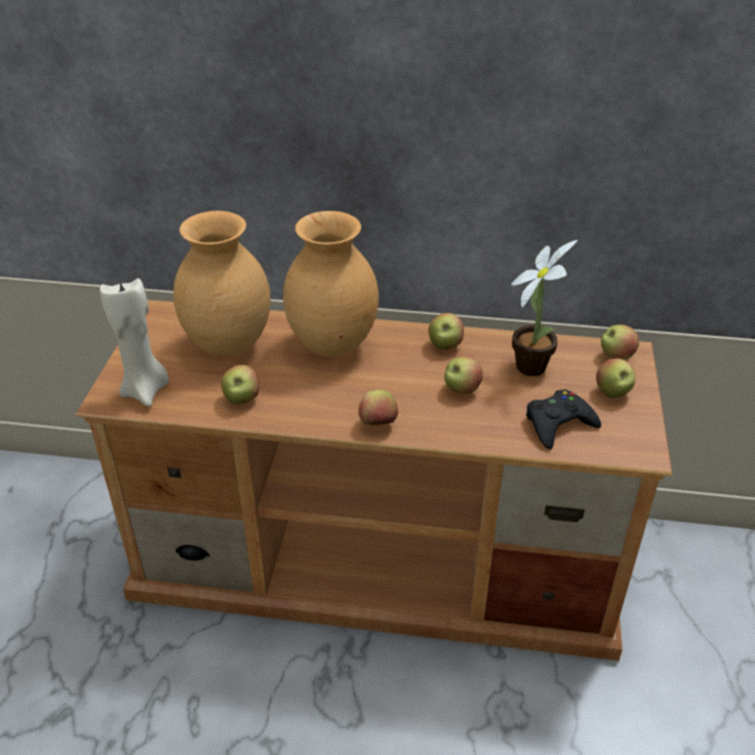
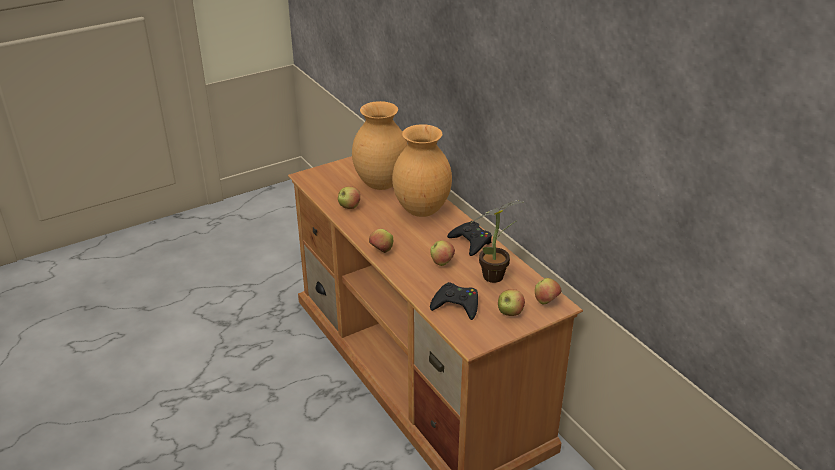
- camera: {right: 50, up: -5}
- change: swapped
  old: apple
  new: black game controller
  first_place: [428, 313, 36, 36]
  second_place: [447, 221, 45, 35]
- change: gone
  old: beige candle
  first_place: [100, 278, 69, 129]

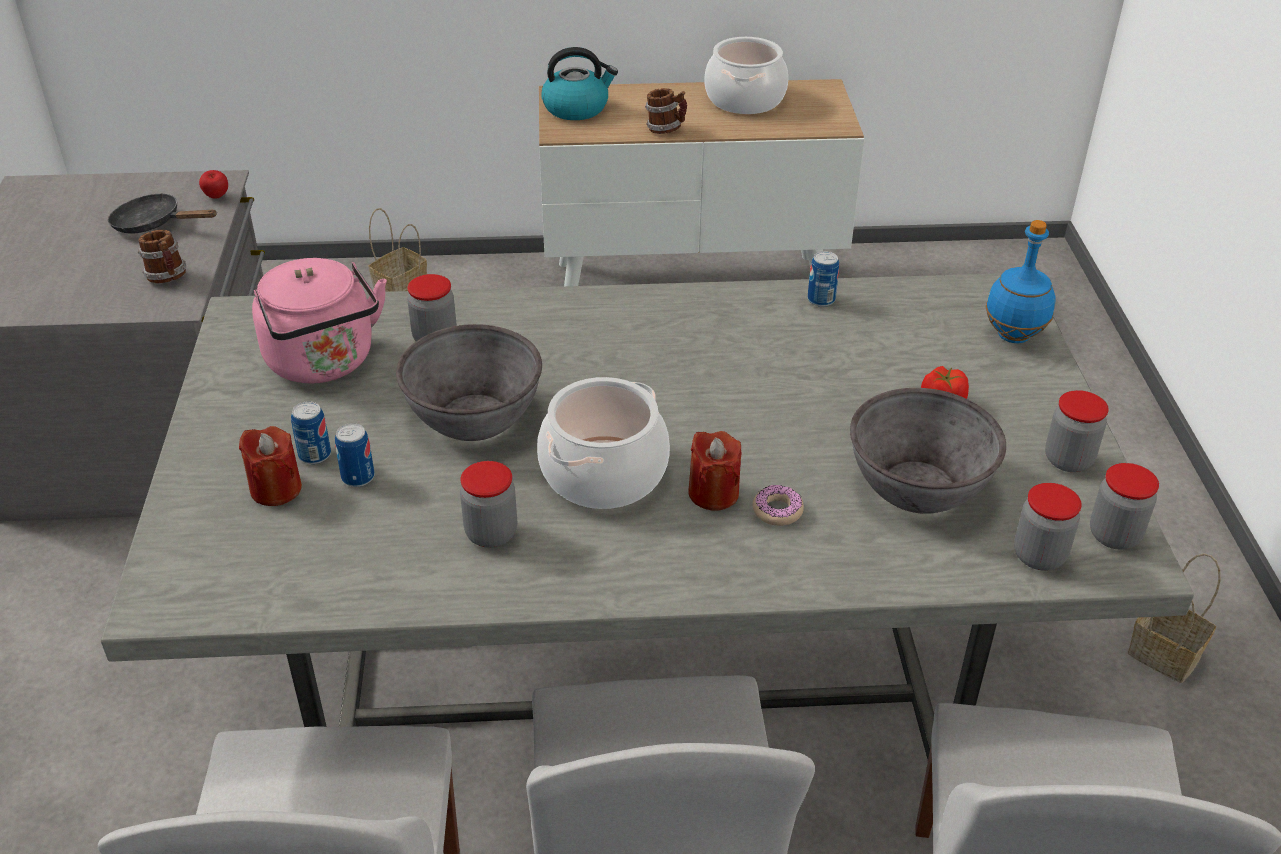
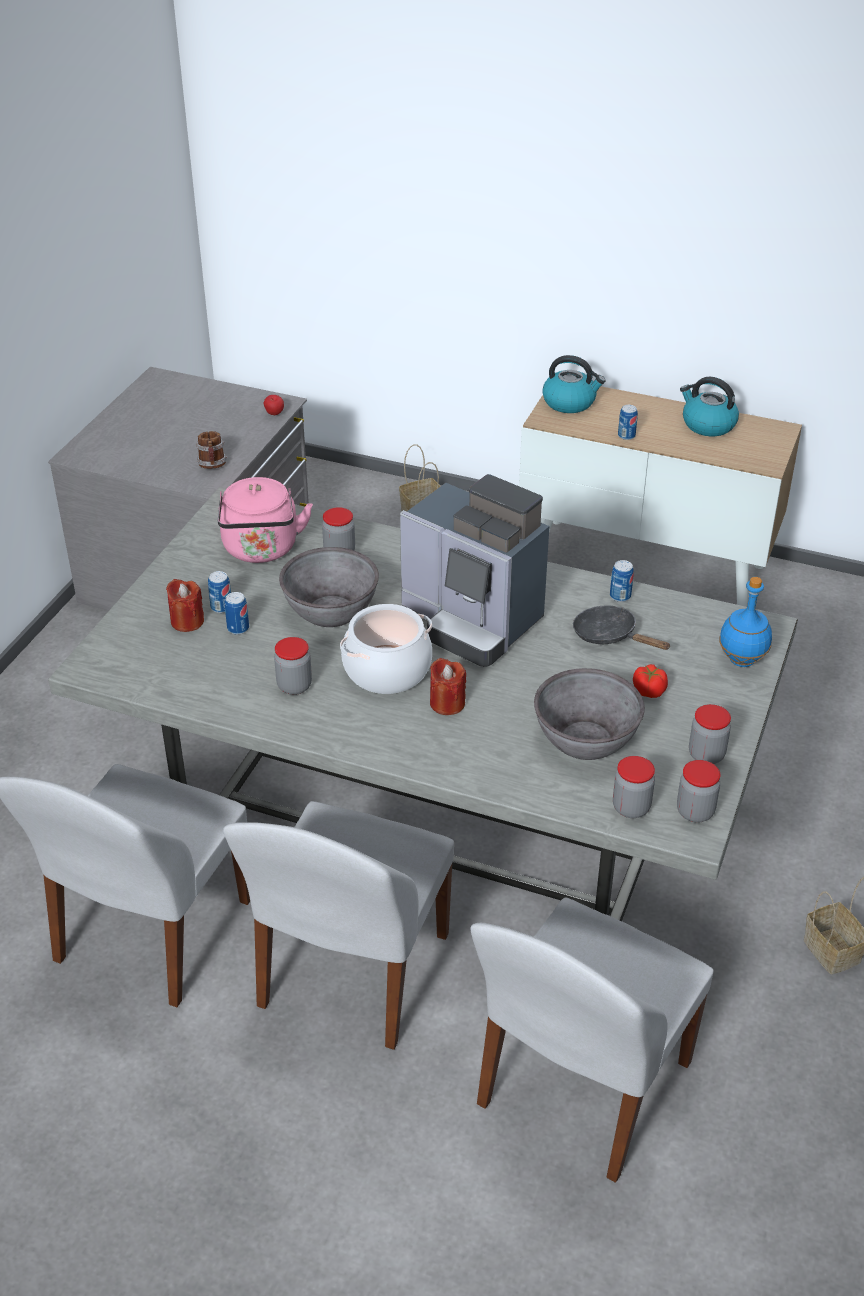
- camera: {right: 25, up: 0}
- change: new
  new: coffee machine
  second_place: [400, 474, 149, 193]
- change: shifted
  old: black frying pan
  first_place: [108, 193, 109, 41]
  second_place: [573, 605, 98, 45]
- change: swapped
  old: mug
  new: can
  first_place: [645, 88, 42, 46]
  second_place: [618, 405, 20, 35]
- change: swapped
  old: cooking pot
  new: kettle
  first_place: [704, 37, 84, 77]
  second_place: [680, 377, 59, 59]
- change: gone
  old: donut
  first_place: [752, 485, 52, 41]

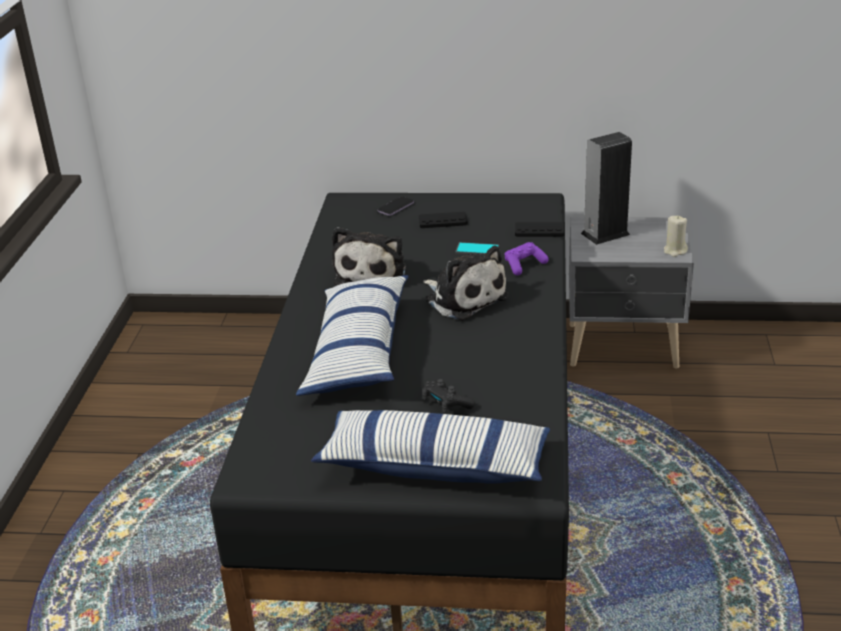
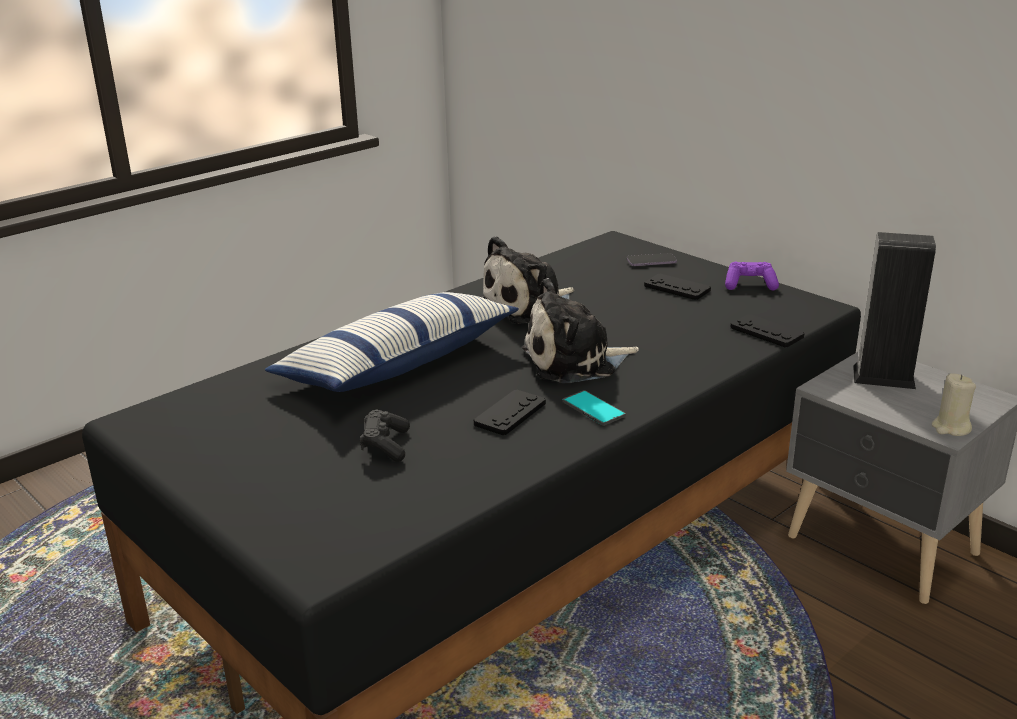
- camera: {right: 40, up: -5}
- change: new
  new: black game controller
  second_place: [474, 390, 72, 45]
- change: rotated
  old: plush toy
  first_place: [423, 246, 86, 74]
  second_place: [522, 278, 117, 105]
  degrees: 75
- change: shifted
  old: phone
  first_place: [455, 242, 44, 13]
  second_place: [562, 390, 64, 36]
- change: shifted
  old: purple game controller
  first_place: [504, 242, 45, 33]
  second_place: [725, 262, 54, 29]
- change: gone
  old: pillow
  first_place: [311, 410, 239, 73]

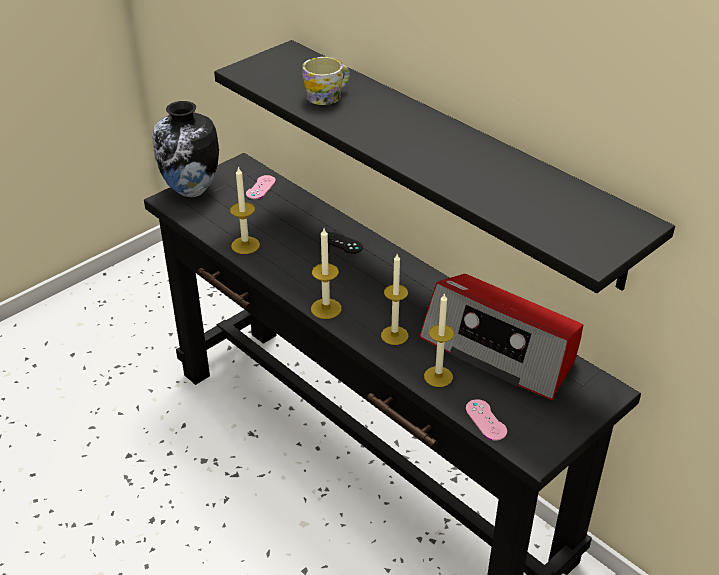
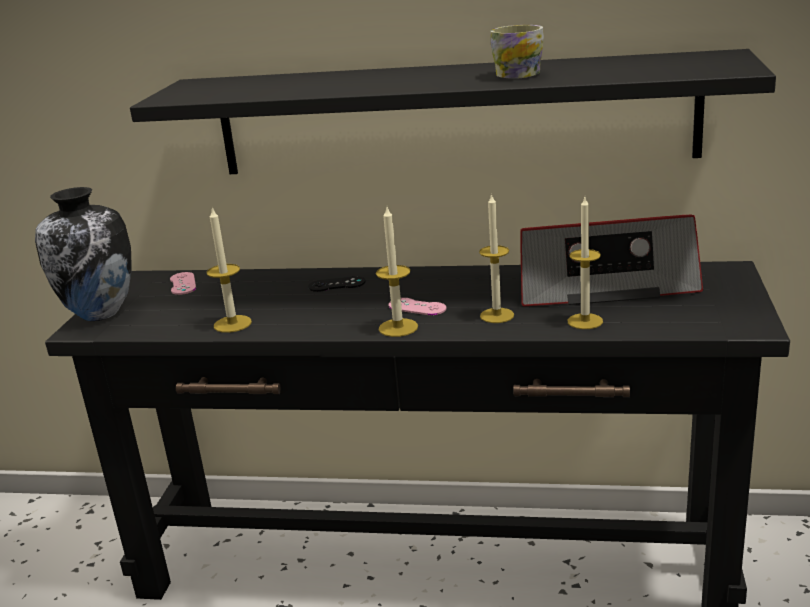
- camera: {right: -35, up: -15}
- change: shifted
  old: pink game controller
  first_place: [466, 399, 41, 42]
  second_place: [388, 298, 58, 17]
- change: shifted
  old: mug
  first_place: [302, 57, 48, 48]
  second_place: [490, 25, 54, 54]

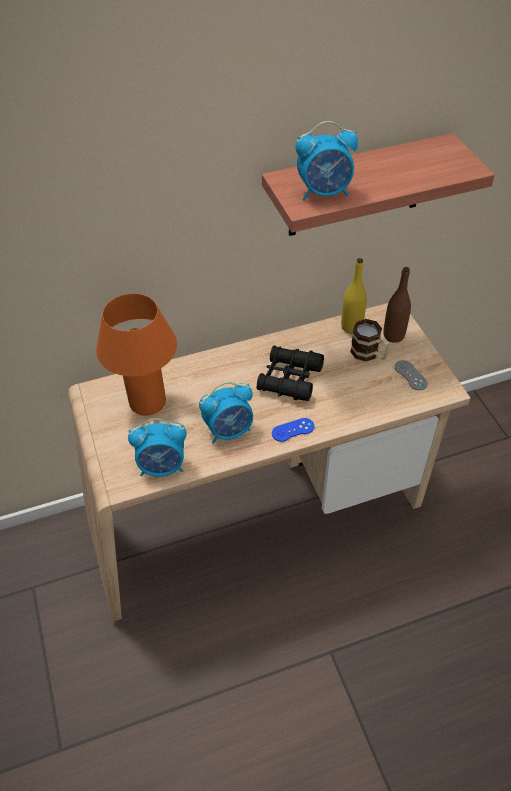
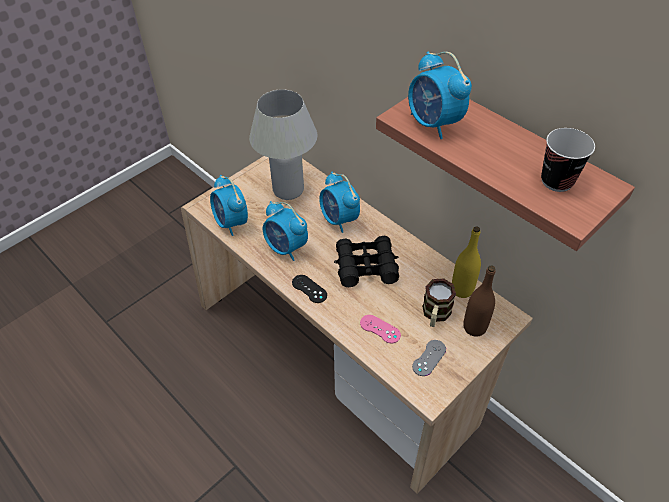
- camera: {right: 65, up: 0}
- change: repainted
  old: orange table lamp
  new: white table lamp
  first_place: [96, 293, 81, 123]
  second_place: [249, 89, 68, 111]
- change: repainted
  old: blue game controller
  new: black game controller
  first_place: [272, 418, 43, 24]
  second_place: [292, 275, 35, 28]
- change: new
  new: alarm clock
  second_place: [319, 172, 41, 61]
- change: new
  new: pink game controller
  second_place: [360, 315, 41, 29]
- change: new
  new: cup
  second_place: [541, 128, 54, 64]

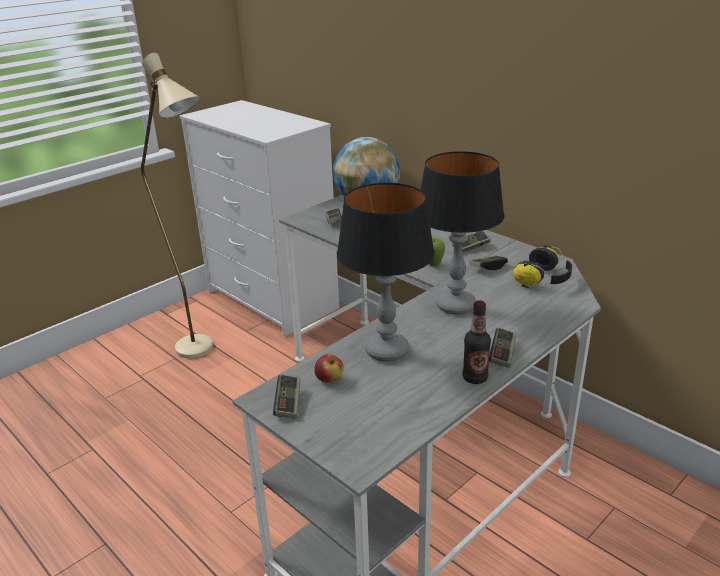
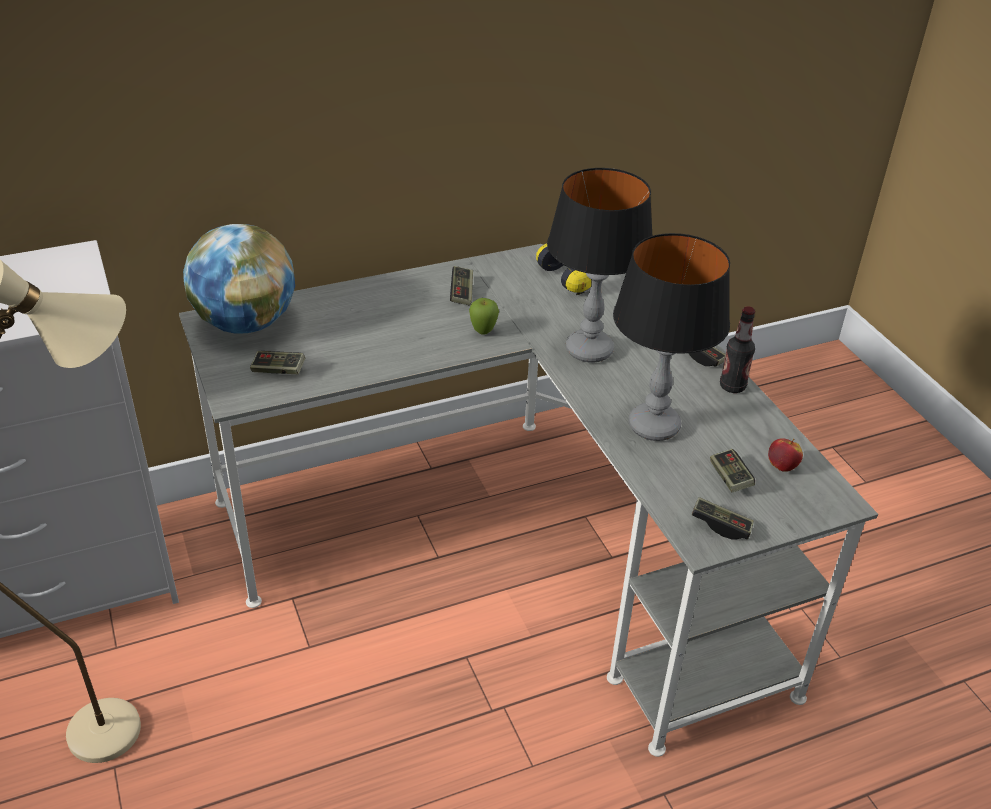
- camera: {right: -70, up: 10}
- change: shifted
  old: game controller
  first_place: [469, 256, 39, 14]
  second_place: [710, 449, 45, 43]
- change: shifted
  old: apple
  first_place: [315, 354, 29, 29]
  second_place: [768, 438, 35, 34]

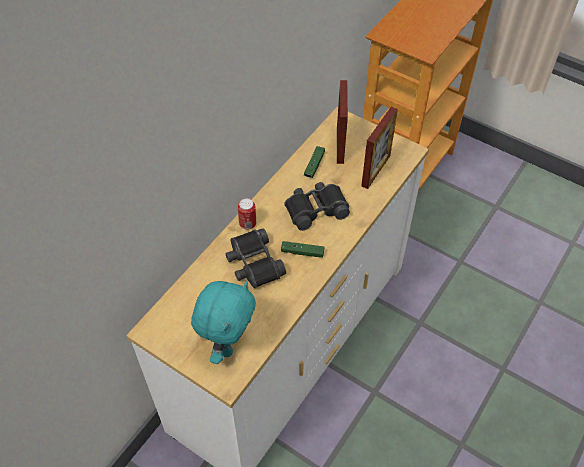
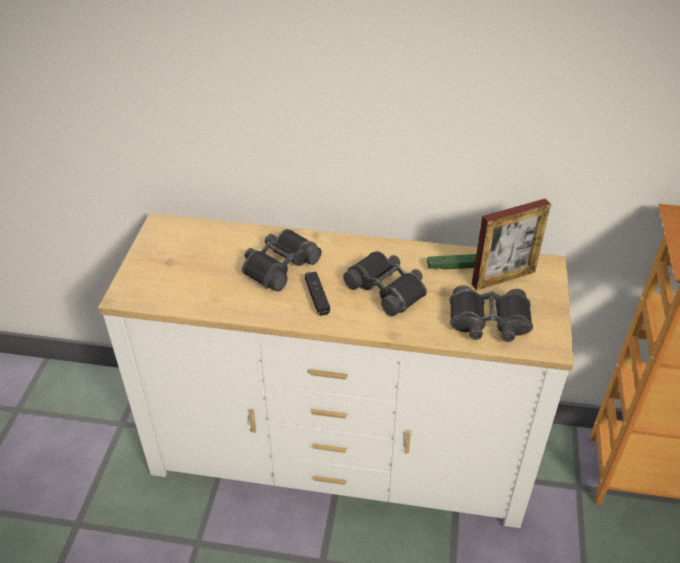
- camera: {right: 65, up: -10}
- change: repainted
  old: green game controller
  new: black game controller
  first_place: [281, 241, 43, 17]
  second_place: [305, 272, 25, 44]
- change: swapped
  old: picture frame
  new: black binoculars
  first_place: [361, 107, 37, 82]
  second_place: [449, 285, 84, 57]
- change: gone
  old: turquoise plush toy
  first_place: [191, 281, 65, 83]
- change: gone
  old: can
  first_place: [238, 198, 18, 32]

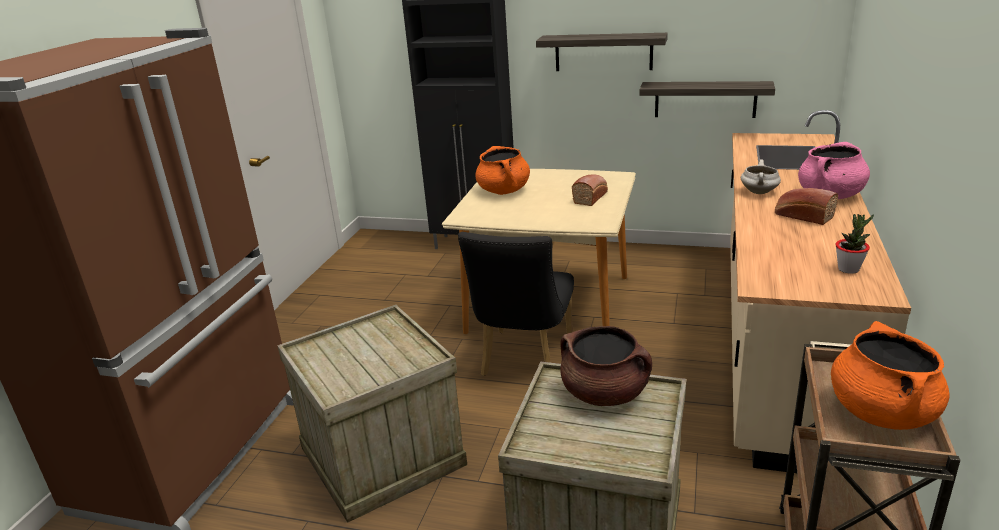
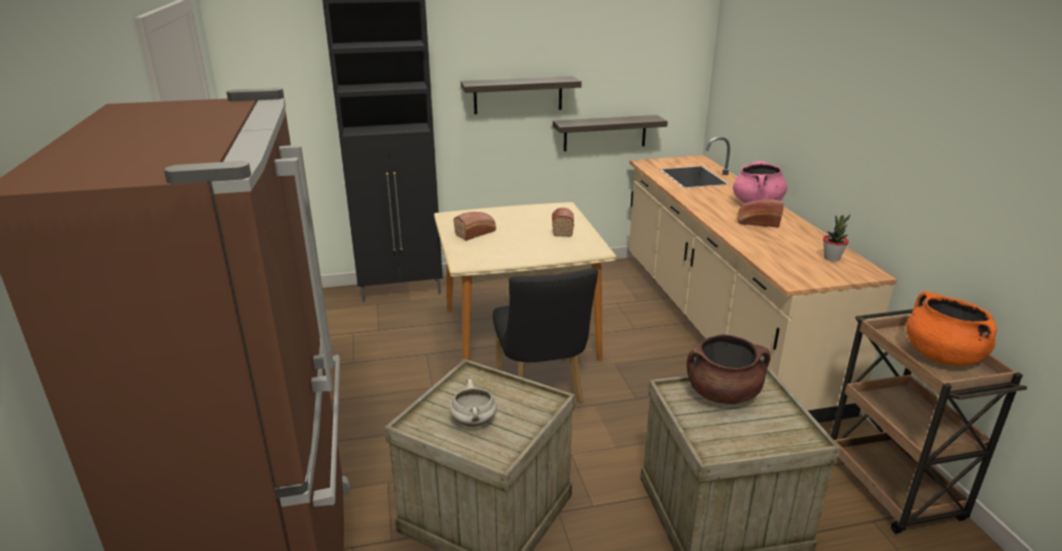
- camera: {right: -30, up: 0}
- change: shifted
  old: white cooking pot
  first_place: [741, 159, 40, 35]
  second_place: [449, 379, 48, 48]
- change: swapped
  old: orange cooking pot
  new: bread
  first_place: [475, 146, 55, 49]
  second_place: [454, 212, 42, 29]

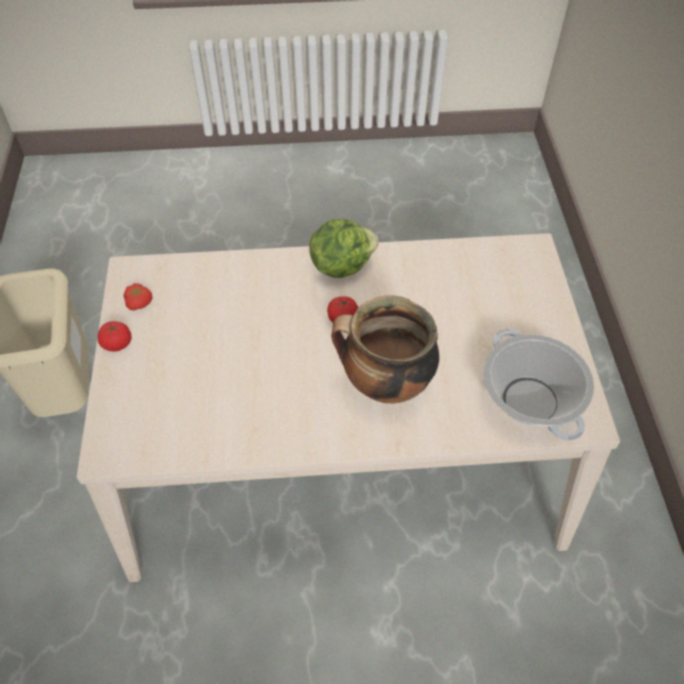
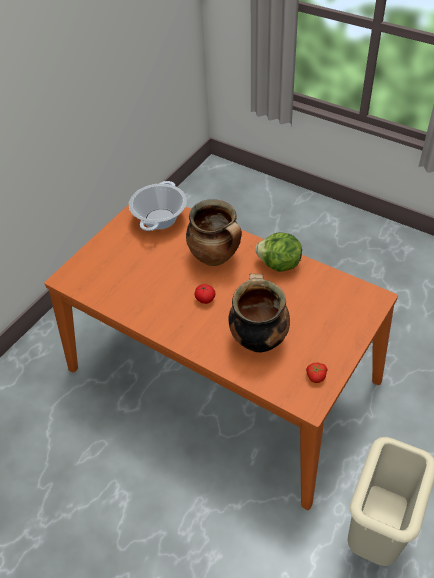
- camera: {right: -140, up: -5}
- change: repainted
  old: beige dining table
  new: orange dining table
  first_place: [77, 233, 543, 349]
  second_place: [44, 204, 354, 306]
- change: new
  new: cooking pot
  second_place: [228, 273, 62, 80]
- change: shifted
  old: lettuce
  first_place: [309, 219, 70, 59]
  second_place: [255, 232, 47, 40]
- change: gone
  old: tomato
  first_place: [98, 321, 33, 31]

